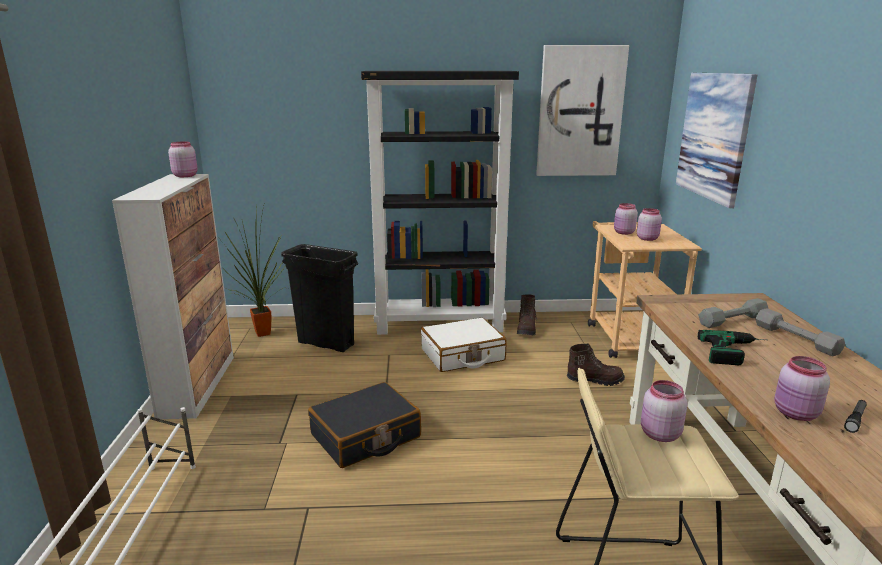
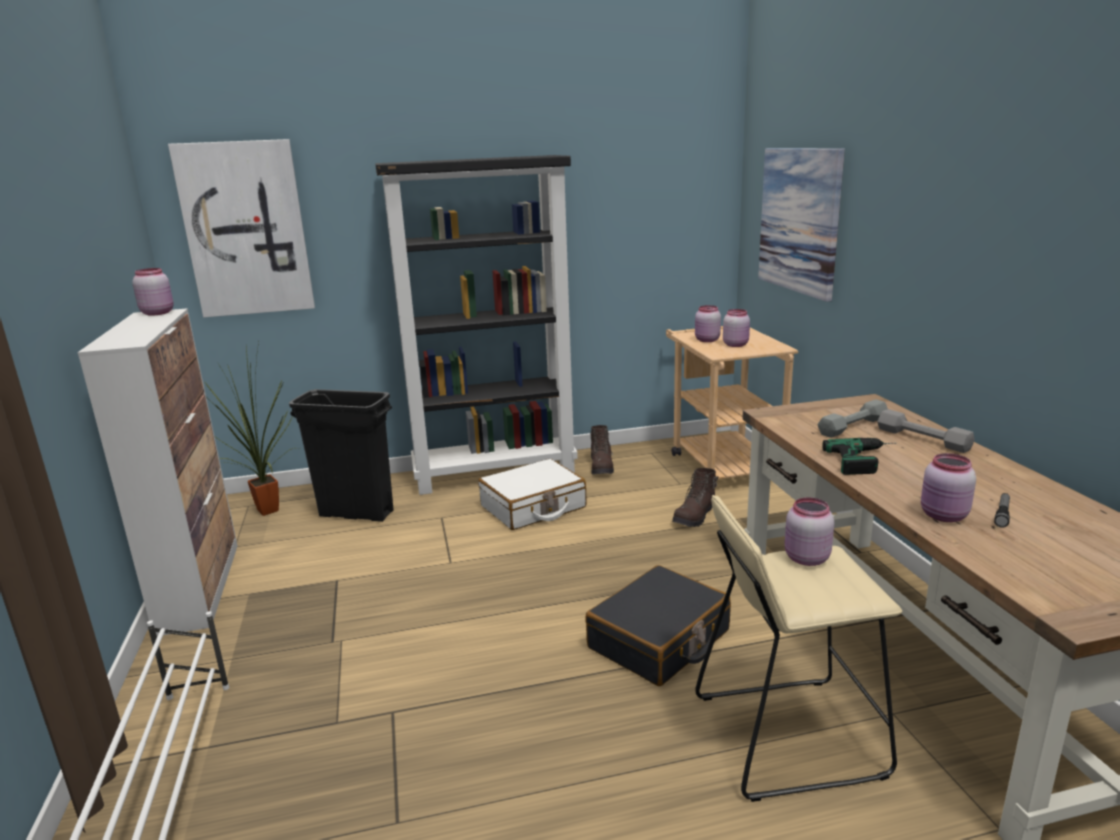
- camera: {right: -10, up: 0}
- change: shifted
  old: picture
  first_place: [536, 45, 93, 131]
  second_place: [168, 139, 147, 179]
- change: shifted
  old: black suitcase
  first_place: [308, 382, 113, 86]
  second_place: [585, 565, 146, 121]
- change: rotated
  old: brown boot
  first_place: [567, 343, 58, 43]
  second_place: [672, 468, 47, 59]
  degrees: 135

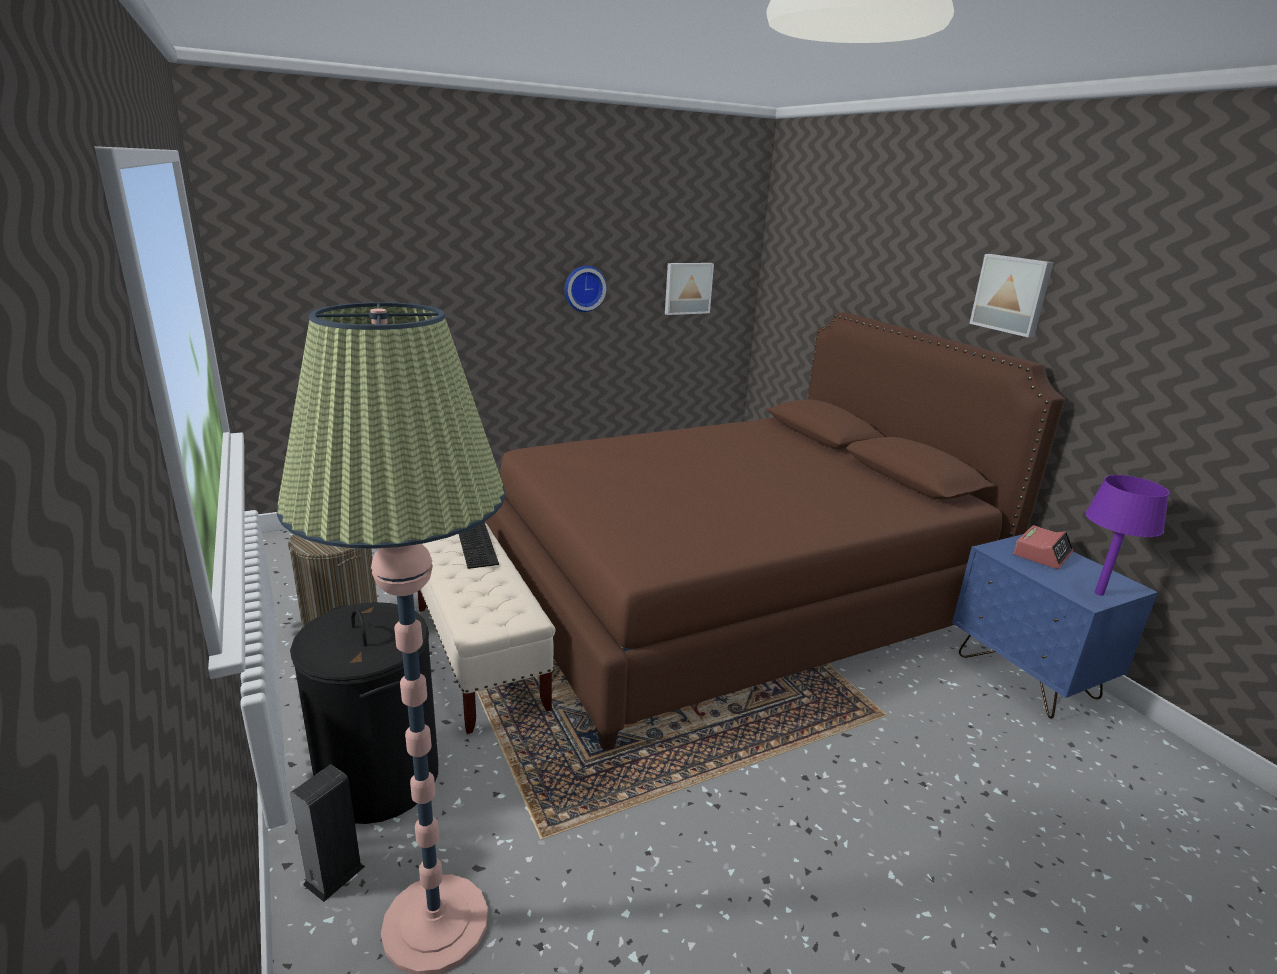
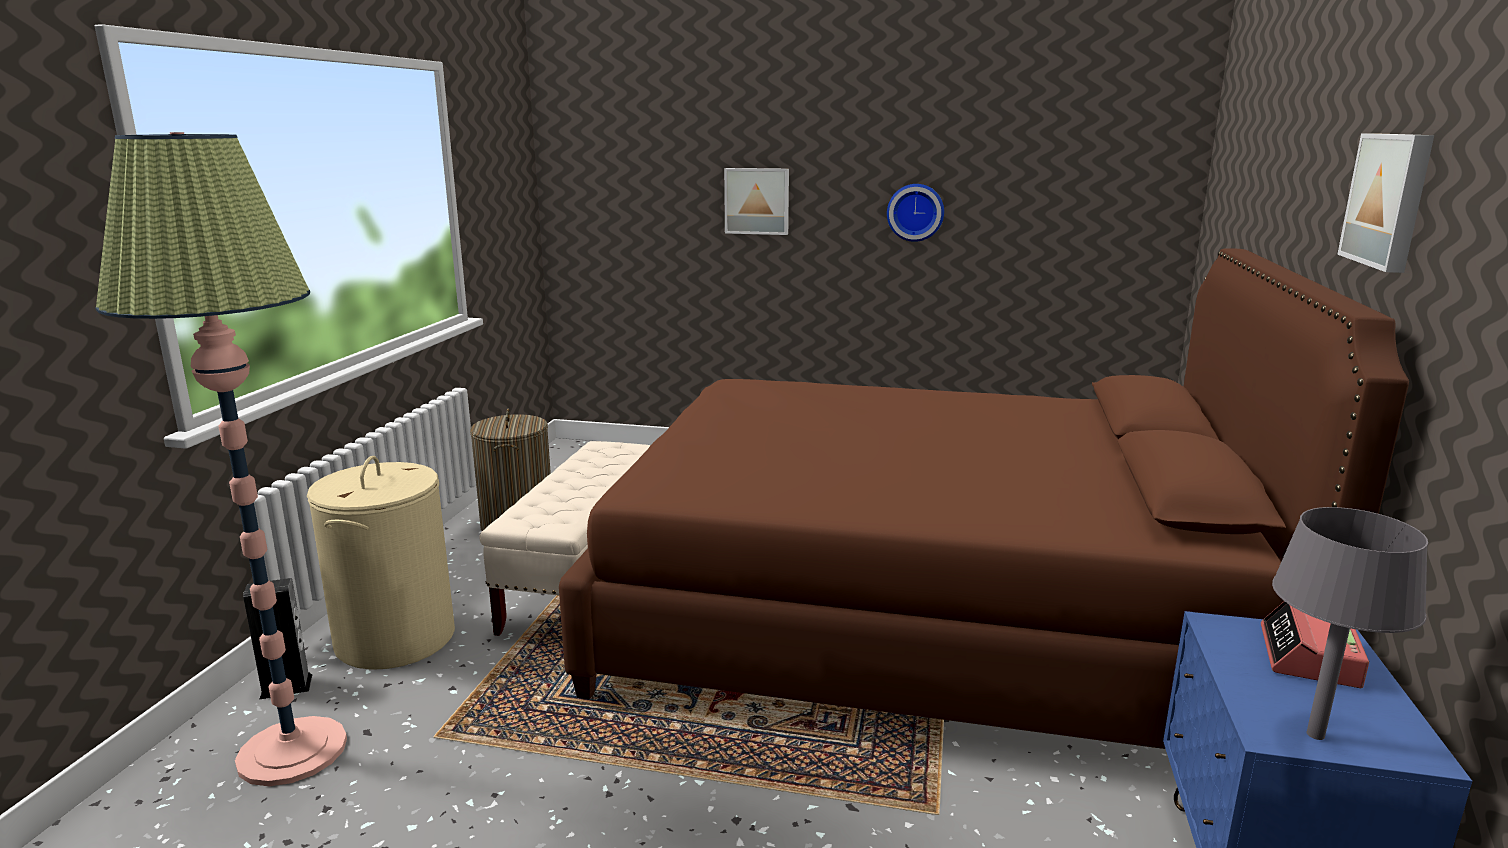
- camera: {right: 40, up: -5}
- change: repainted
  old: black laundry basket
  new: beige laundry basket
  first_place: [290, 602, 148, 222]
  second_place: [307, 456, 148, 214]
- change: shifted
  old: picture
  first_place: [665, 263, 49, 52]
  second_place: [724, 168, 65, 67]
- change: rotated
  old: alarm clock
  first_place: [1013, 525, 60, 44]
  second_place: [1261, 601, 108, 87]
  degrees: 120
- change: repainted
  old: purple table lamp
  new: grey table lamp
  first_place: [1085, 475, 84, 121]
  second_place: [1272, 507, 156, 233]
- change: gone
  old: keyboard
  first_place: [459, 522, 40, 47]

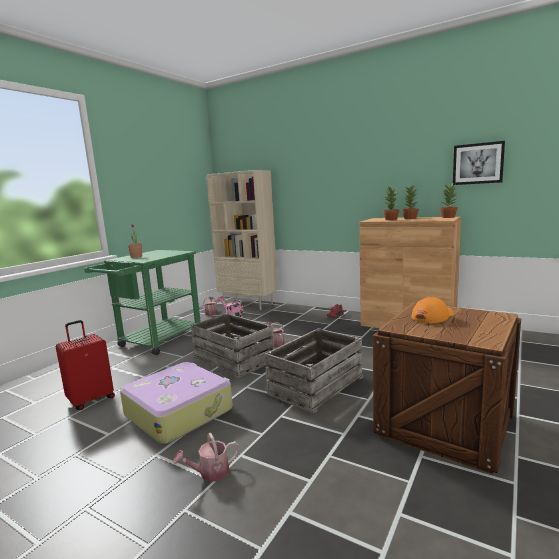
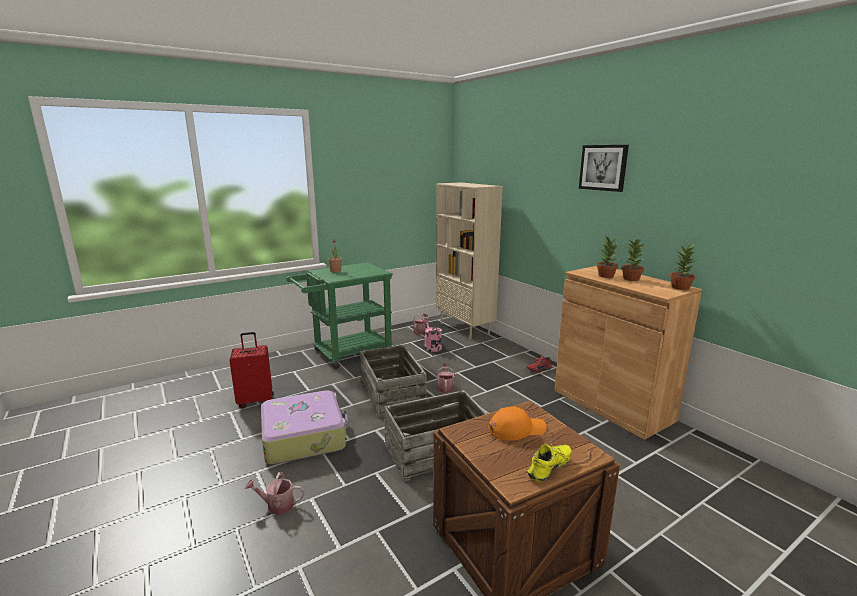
- camera: {right: 25, up: 5}
- change: new
  new: yellow shoe
  second_place: [528, 442, 43, 40]
- change: shifted
  old: picture
  first_place: [453, 141, 52, 44]
  second_place: [579, 145, 50, 47]

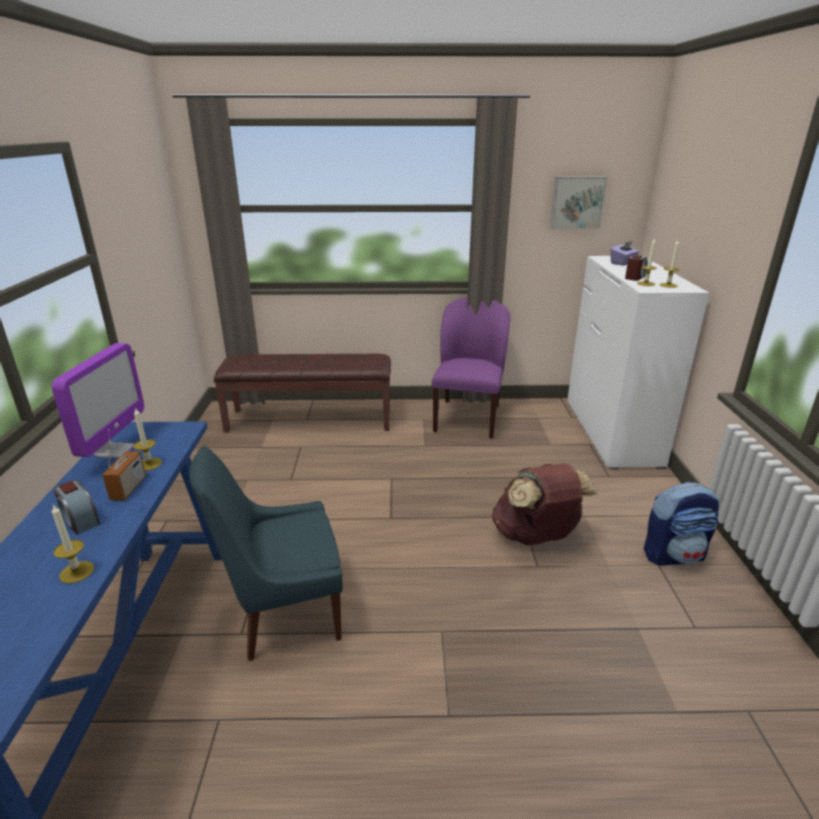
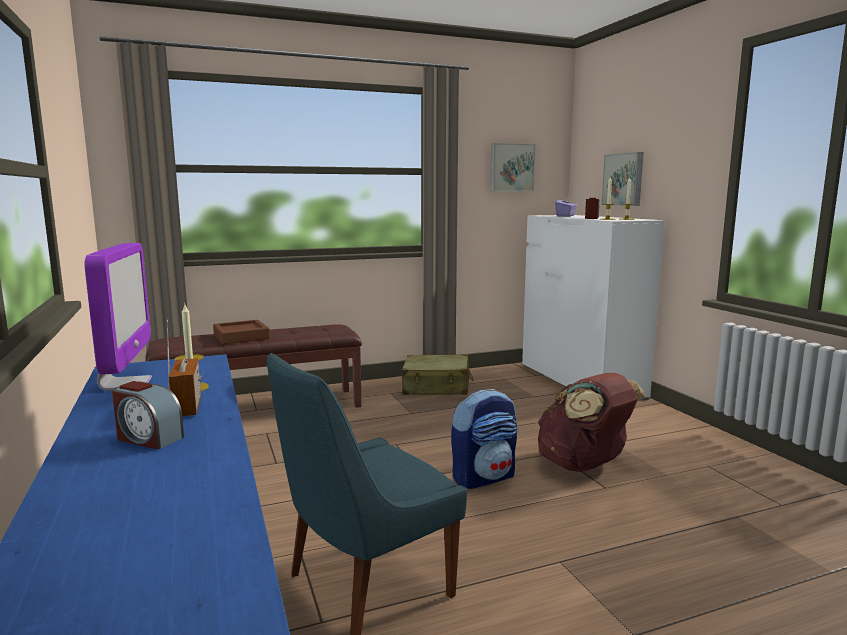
- camera: {right: -20, up: -15}
- change: new
  new: brown tray
  second_place: [213, 320, 57, 24]
- change: swapped
  old: purple chair
  new: beige suitcase
  first_place: [432, 297, 78, 141]
  second_place: [401, 354, 72, 41]
- change: shifted
  old: backpack
  first_place: [644, 482, 75, 83]
  second_place: [451, 389, 66, 100]
- change: new
  new: picture
  second_place: [601, 152, 43, 54]
- change: gone
  old: candle
  first_place: [52, 504, 42, 80]

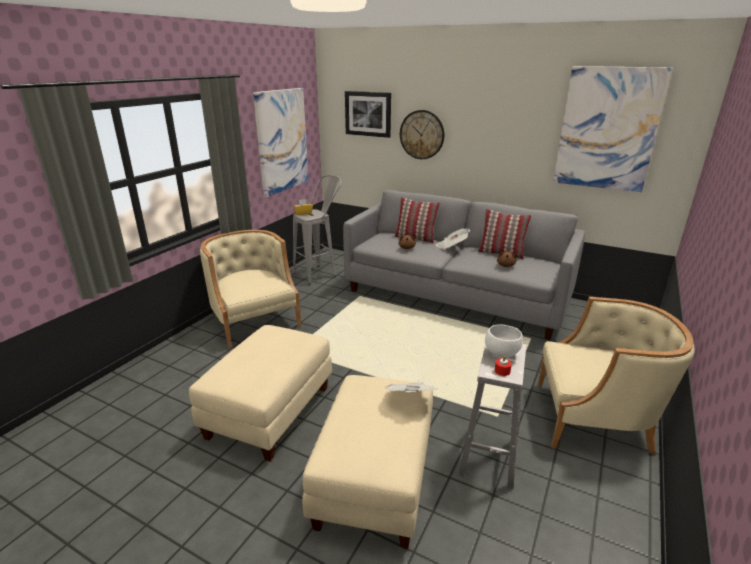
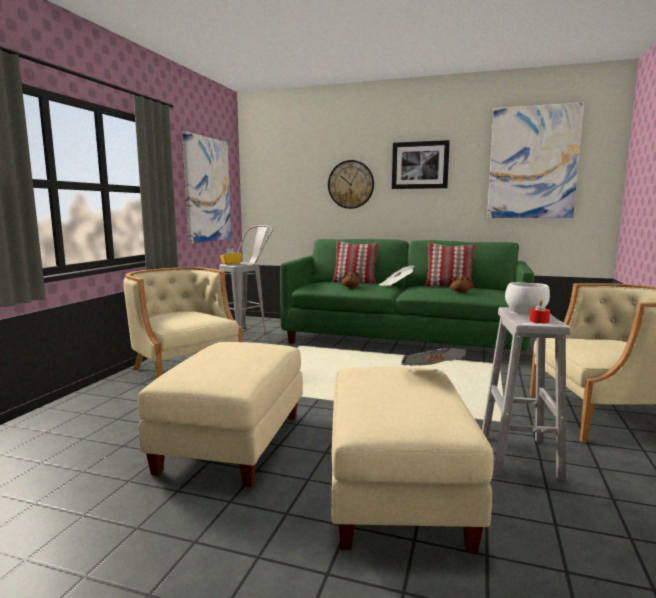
- camera: {right: -10, up: -15}
- change: repainted
  old: grey sofa
  new: green sofa
  first_place: [343, 190, 242, 150]
  second_place: [280, 239, 255, 120]
- change: shifted
  old: picture
  first_place: [345, 91, 46, 47]
  second_place: [392, 140, 58, 49]

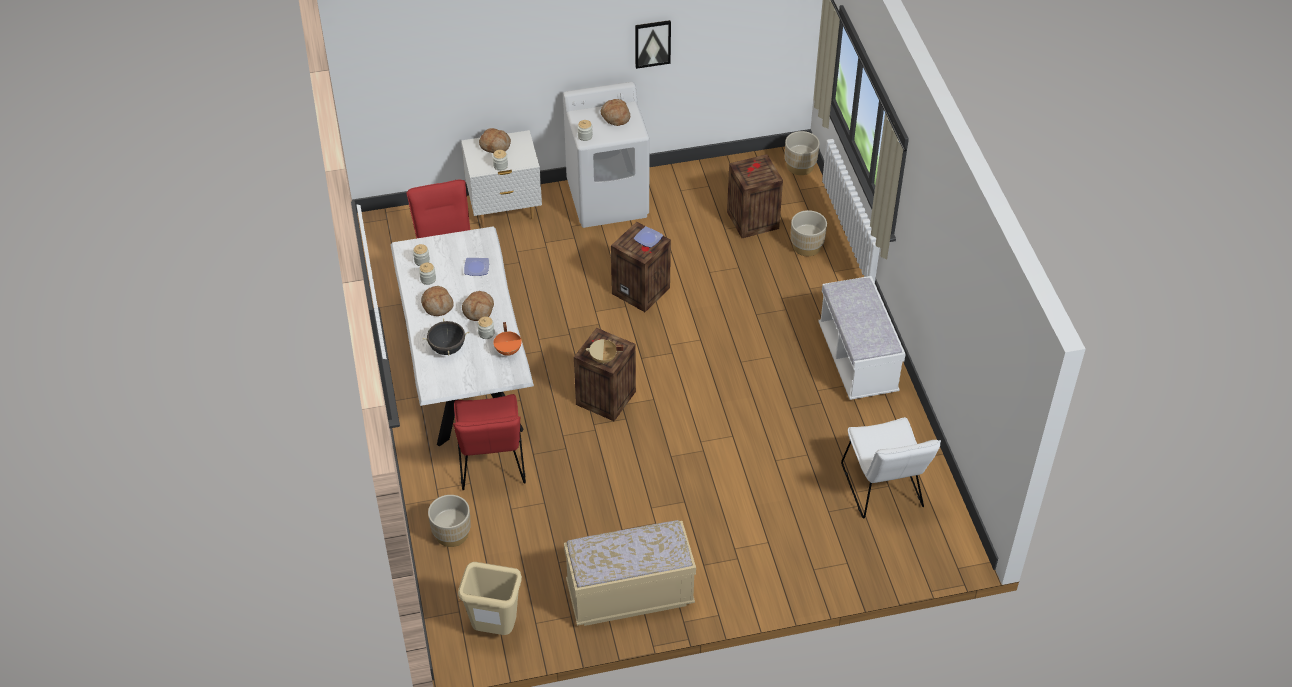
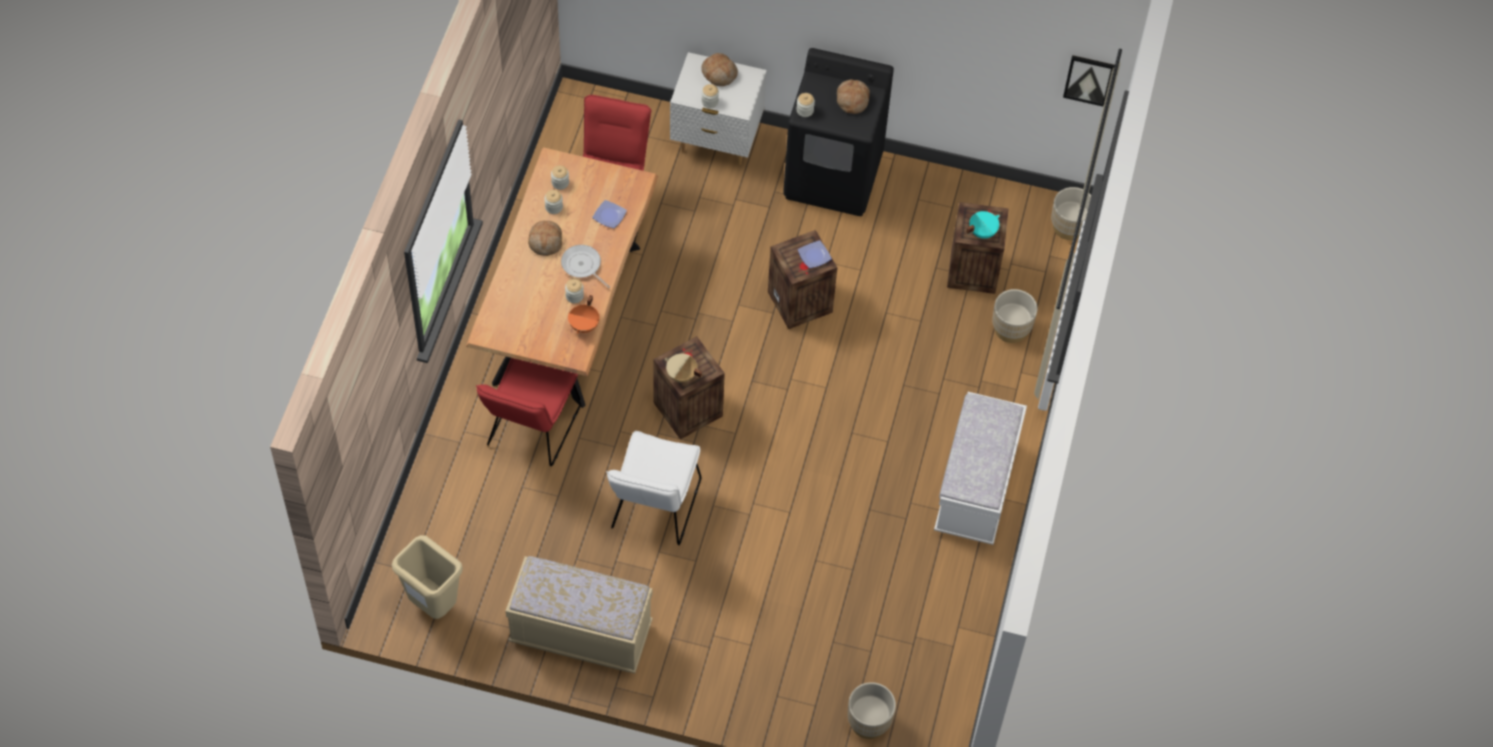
- camera: {right: 25, up: 10}
- change: repainted
  old: white dining table
  new: brown dining table
  first_place: [391, 226, 143, 221]
  second_place: [466, 148, 192, 260]
- change: swapped
  old: bread
  new: frying pan
  first_place: [462, 291, 32, 30]
  second_place: [561, 245, 49, 43]
- change: shifted
  old: white chair
  first_place: [841, 417, 100, 101]
  second_place: [606, 431, 95, 114]
- change: repainted
  old: white washing machine
  new: black washing machine
  first_place: [563, 82, 86, 146]
  second_place: [783, 48, 111, 168]
- change: shifted
  old: beige planter
  first_place: [428, 495, 43, 52]
  second_place: [848, 682, 48, 57]
- change: new
  new: turquoise cooking pot
  second_place: [966, 211, 34, 28]
- change: shifted
  old: picture
  first_place: [635, 20, 36, 49]
  second_place: [1063, 55, 52, 51]
- change: gone
  old: black cooking pot
  first_place: [422, 318, 48, 37]

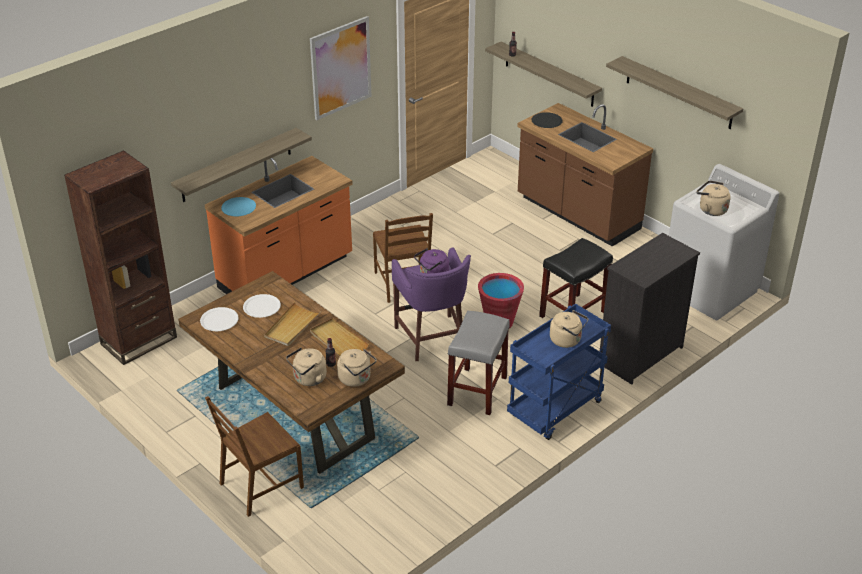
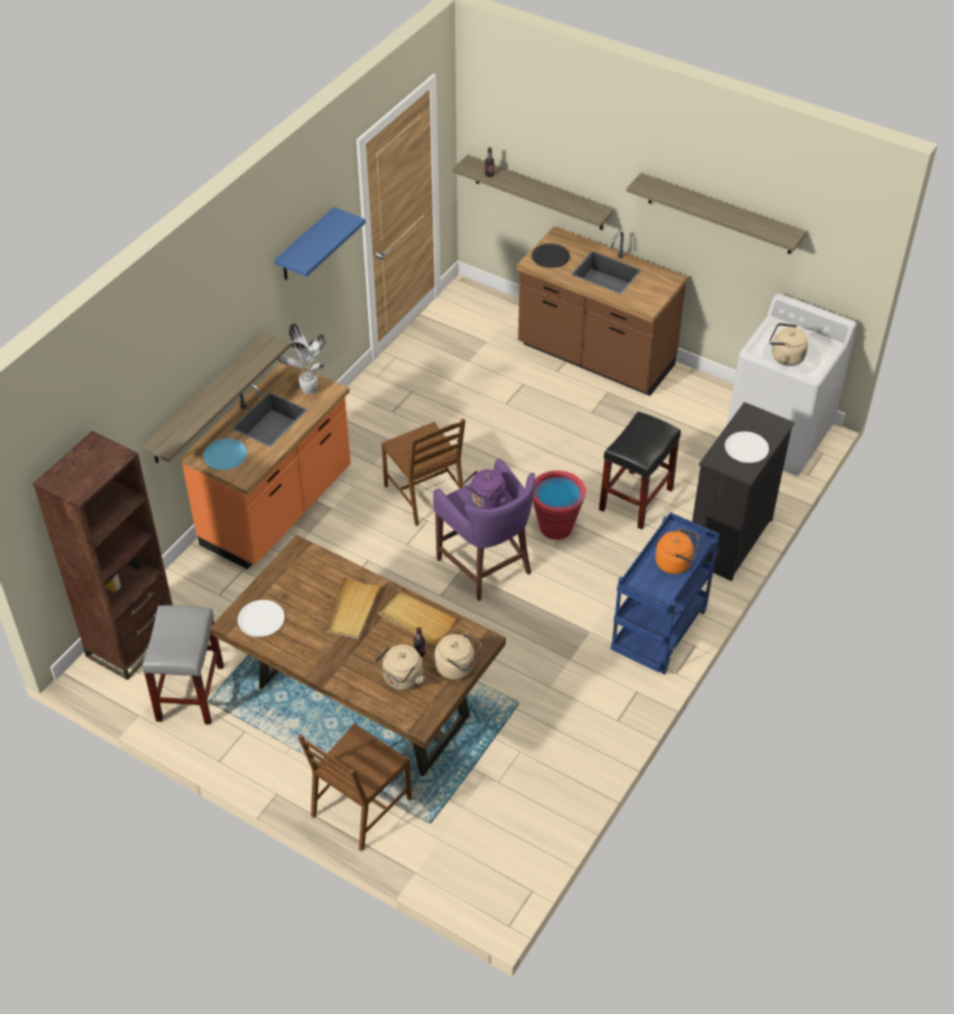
- camera: {right: -15, up: 10}
- change: shifted
  old: grey stool
  first_place: [447, 311, 63, 104]
  second_place: [142, 605, 82, 120]
- change: swapped
  old: picture
  new: blue shelf
  first_place: [310, 16, 62, 104]
  second_place: [274, 207, 92, 73]
- change: new
  new: potted plant
  second_place: [277, 323, 49, 71]
- change: repainted
  old: beige kettle
  new: orange kettle
  first_place: [550, 310, 38, 38]
  second_place: [655, 528, 44, 46]
- change: shifted
  old: white plate
  first_place: [243, 294, 38, 24]
  second_place: [725, 431, 44, 32]

